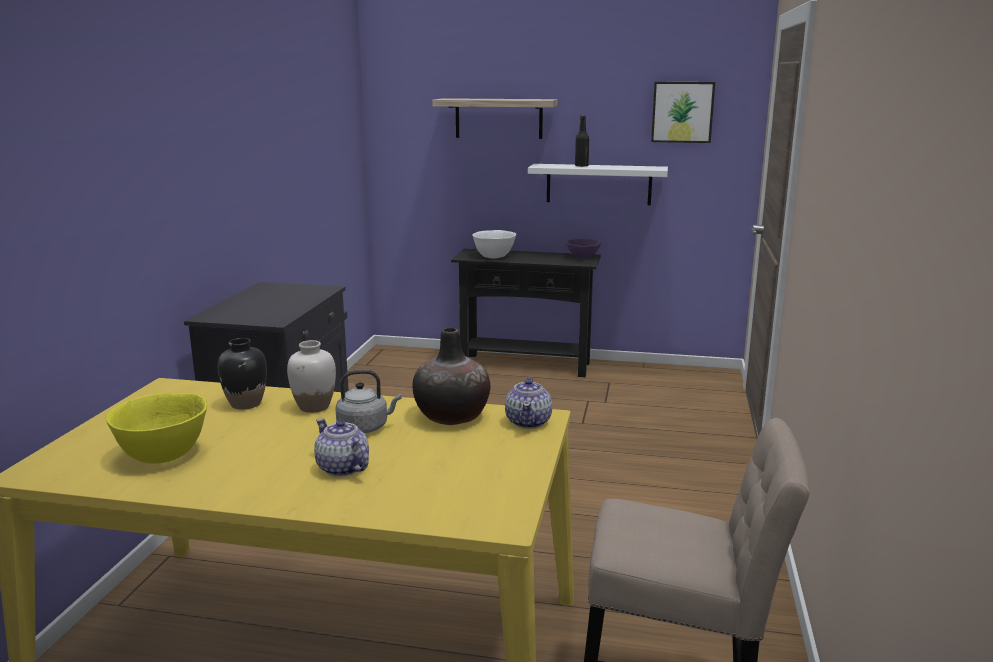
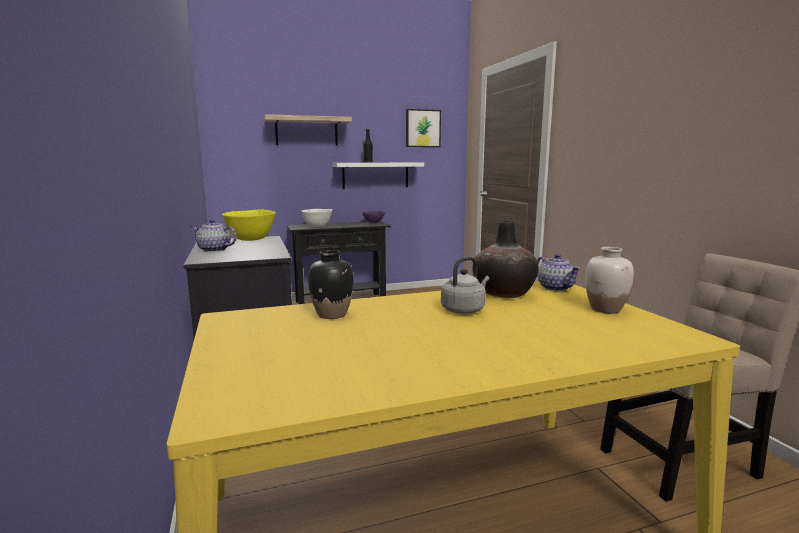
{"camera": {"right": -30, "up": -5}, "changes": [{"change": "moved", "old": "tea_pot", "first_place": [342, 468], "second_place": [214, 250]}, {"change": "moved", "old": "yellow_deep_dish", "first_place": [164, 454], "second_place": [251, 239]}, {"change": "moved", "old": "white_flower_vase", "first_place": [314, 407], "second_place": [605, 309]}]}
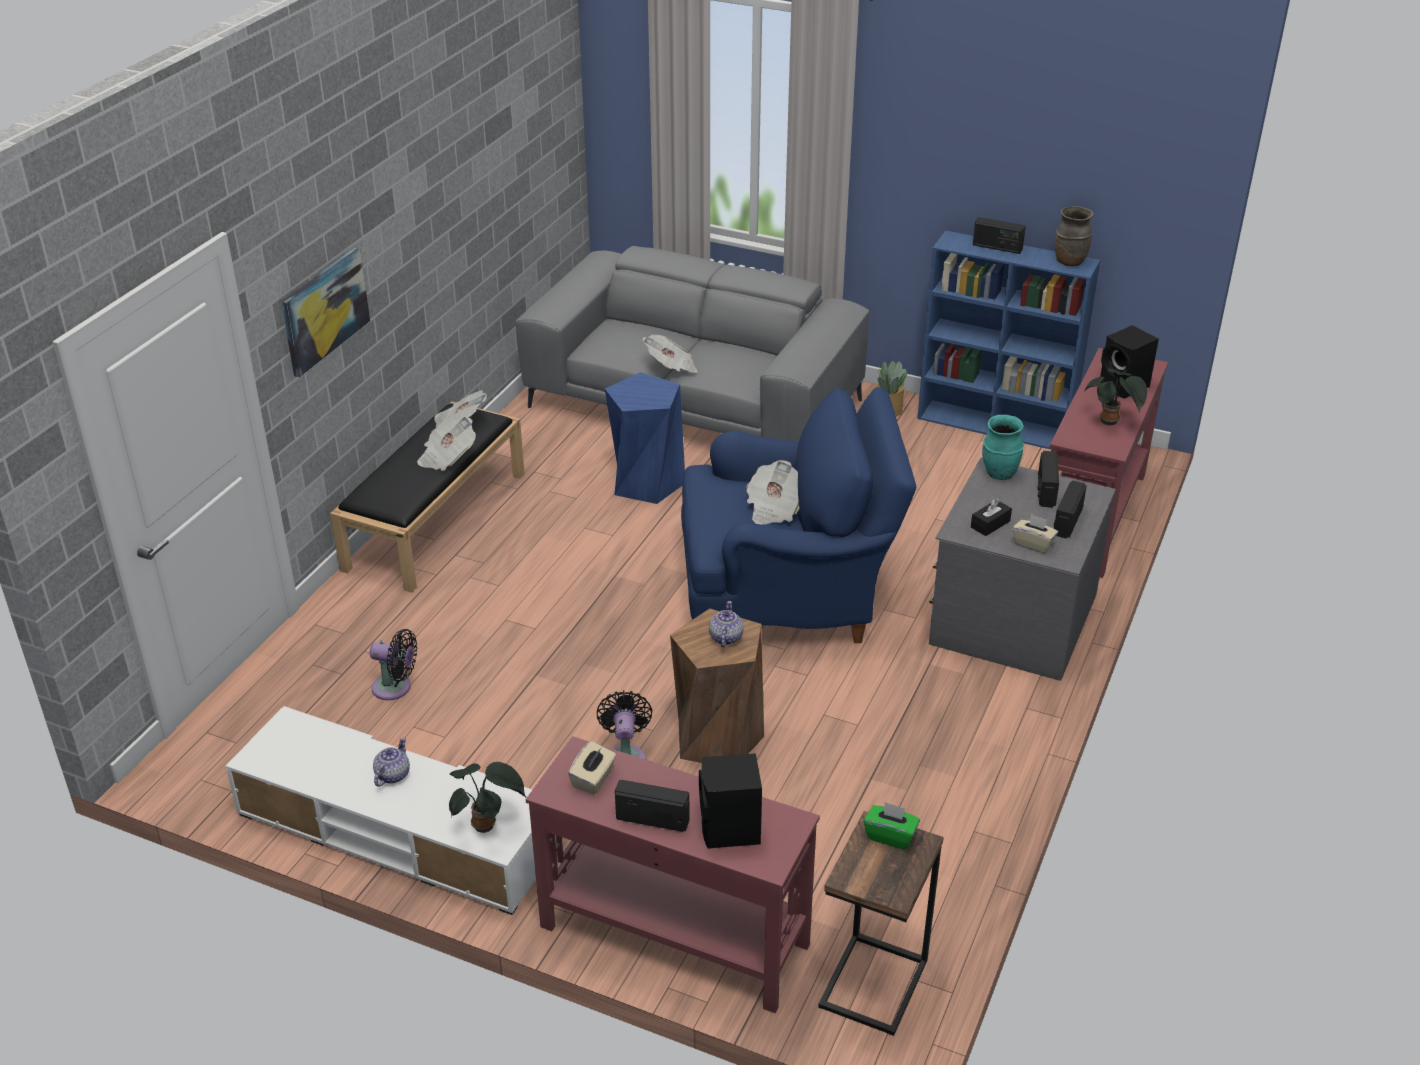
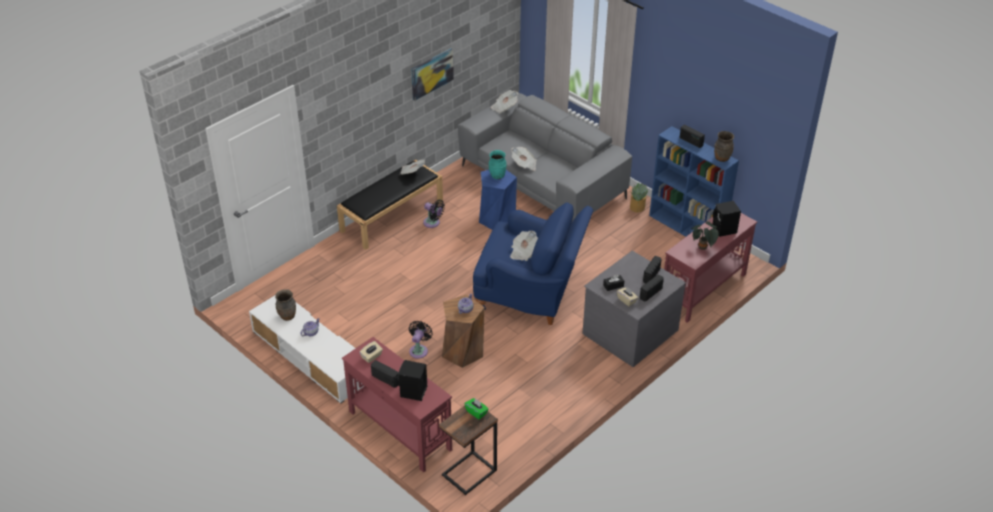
{"camera": {"right": 20, "up": 5}, "changes": [{"change": "added", "new": "brownish_flower_vase", "second_place": [287, 316]}, {"change": "moved", "old": "wall_art", "first_place": [324, 311], "second_place": [431, 73]}, {"change": "moved", "old": "black_electric_fan", "first_place": [395, 688], "second_place": [433, 223]}, {"change": "moved", "old": "turquoise-coloured_flower_vase", "first_place": [999, 473], "second_place": [497, 176]}, {"change": "moved", "old": "daily_paper", "first_place": [447, 457], "second_place": [504, 107]}, {"change": "removed", "old": "plant_in_a_pot", "first_place": [487, 825]}]}
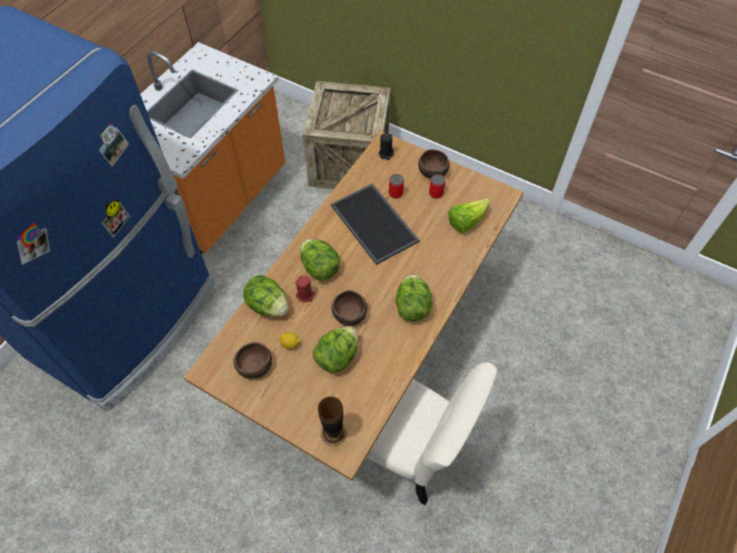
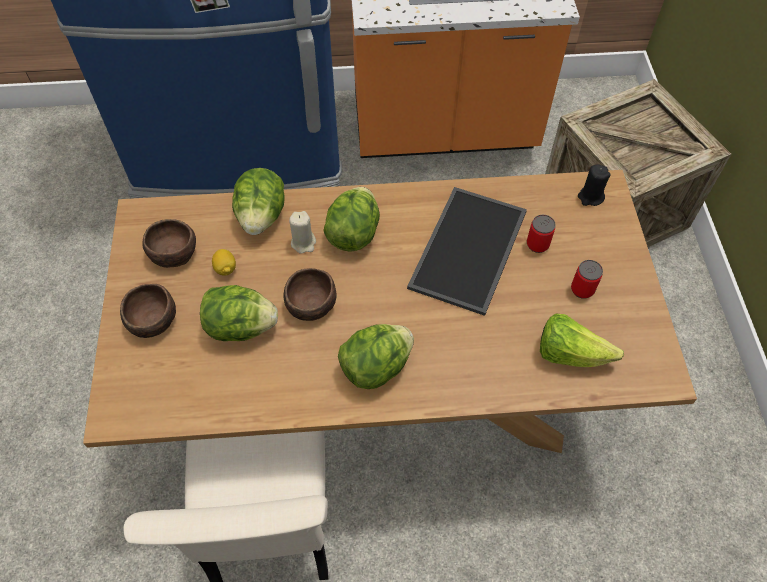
{"camera": {"right": 55, "up": 0}, "changes": [{"change": "moved", "old": "brownish_deep_dish", "first_place": [433, 171], "second_place": [152, 320]}, {"change": "recoloured", "old": "red_wax_candle", "new": "beige_wax_candle", "first_place": [305, 295], "second_place": [303, 243]}, {"change": "removed", "old": "flower_vase", "first_place": [333, 433]}]}
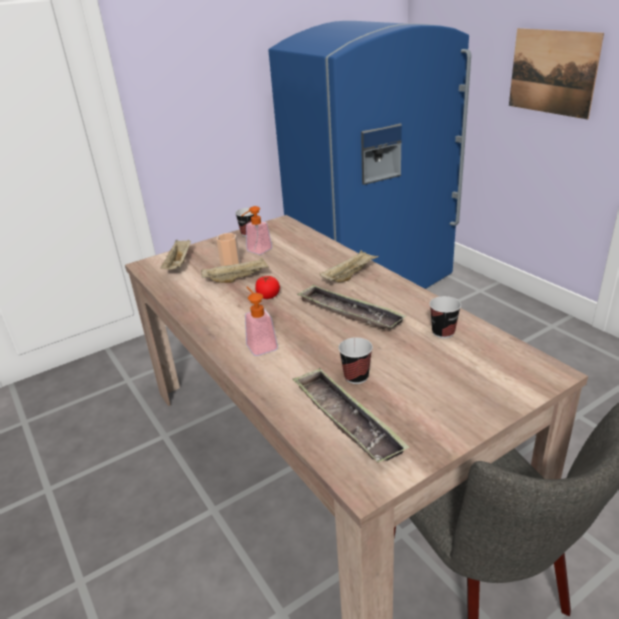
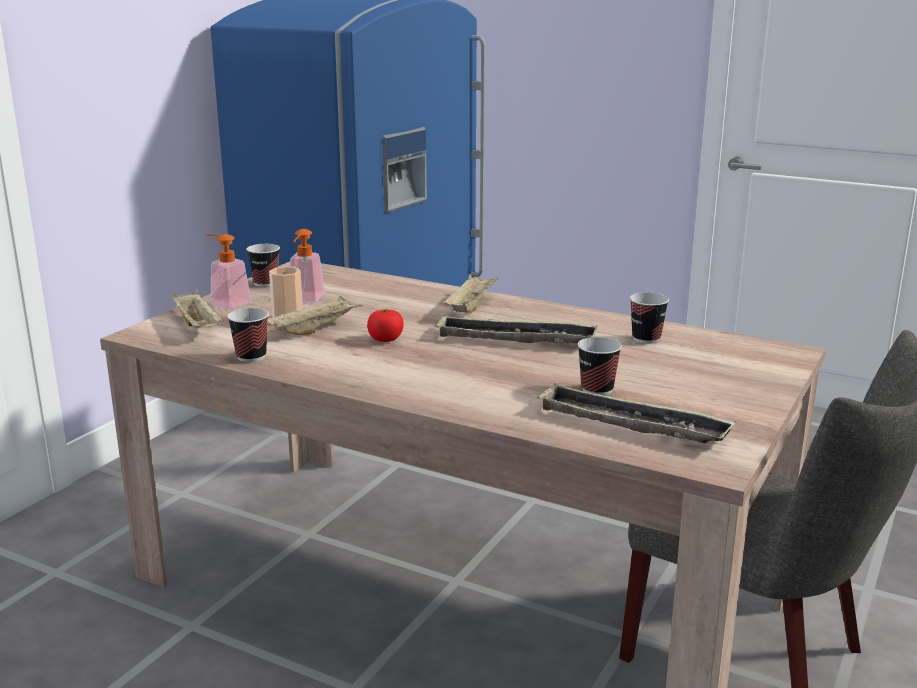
{"camera": {"right": -30, "up": -10}, "changes": [{"change": "moved", "old": "soap_bottle", "first_place": [260, 344], "second_place": [226, 302]}, {"change": "added", "new": "drinking_cup", "second_place": [251, 357]}, {"change": "removed", "old": "wall_art", "first_place": [552, 72]}]}
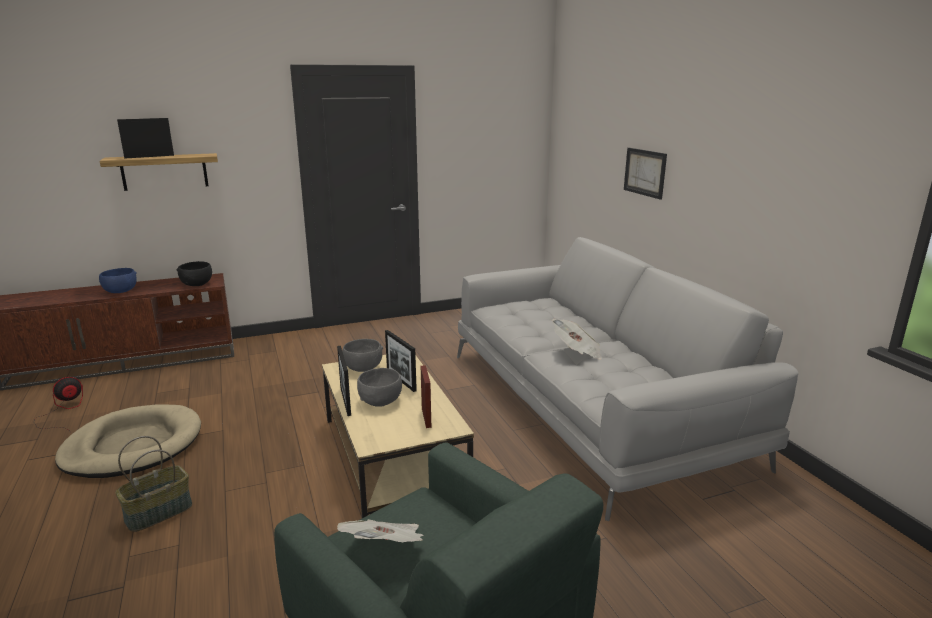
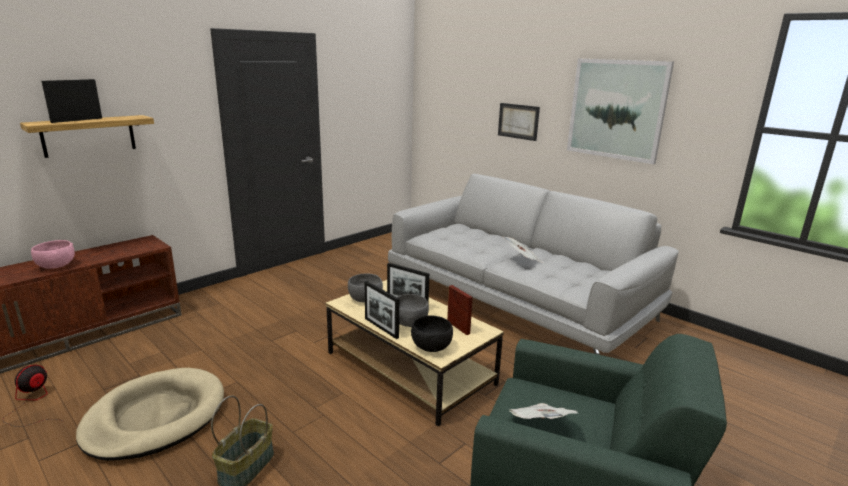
{"camera": {"right": -25, "up": 0}, "changes": [{"change": "recoloured", "old": "blue_deep_dish", "new": "pinkish_deep_dish", "first_place": [120, 291], "second_place": [56, 266]}, {"change": "moved", "old": "black_deep_dish", "first_place": [197, 284], "second_place": [431, 346]}, {"change": "added", "new": "wall_art", "second_place": [616, 109]}]}
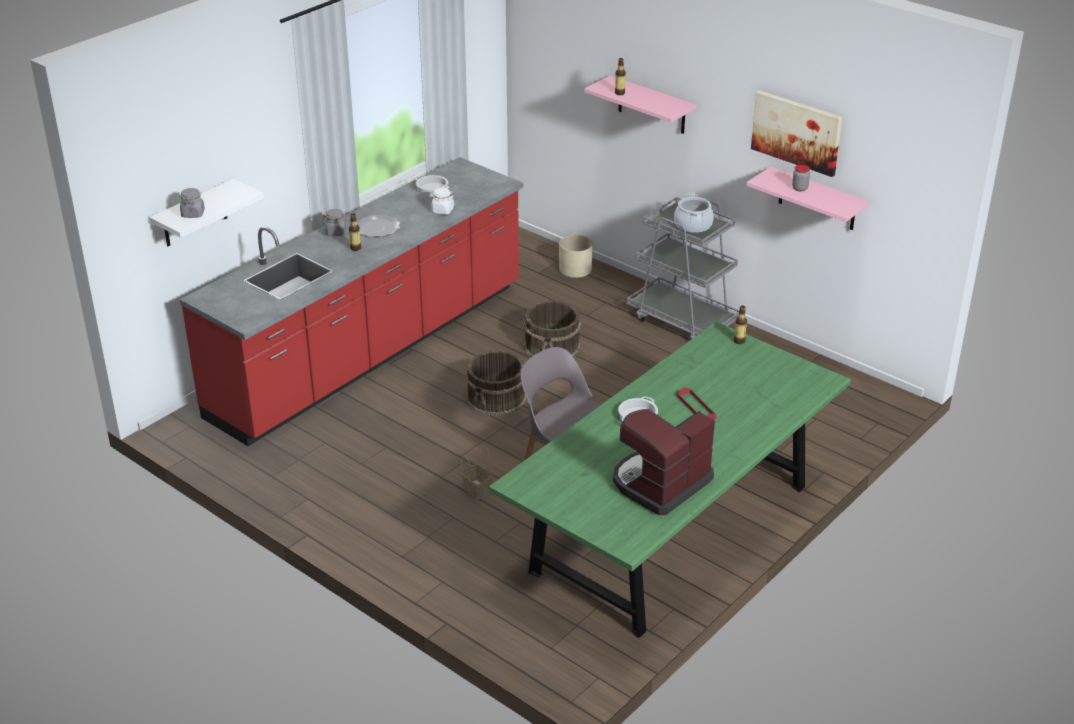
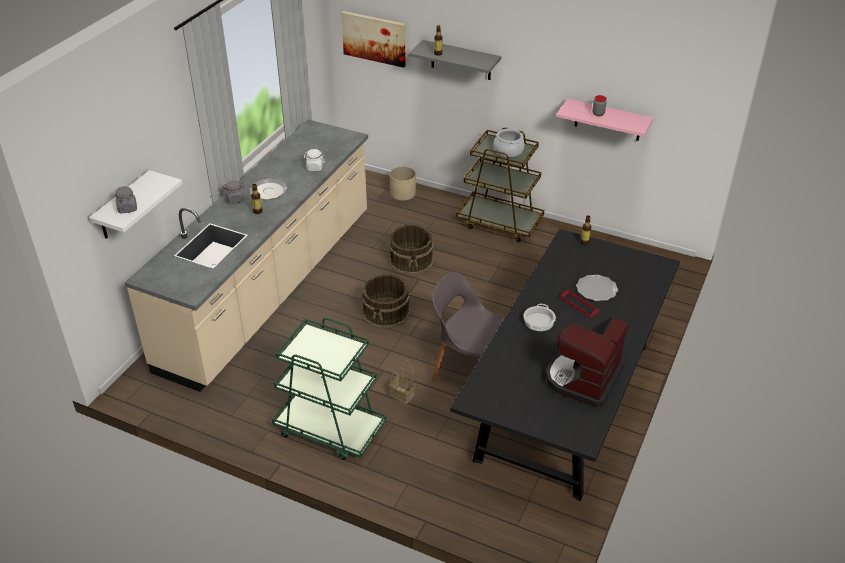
{"camera": {"right": -15, "up": 5}, "changes": [{"change": "recoloured", "old": "red_kitchen_base_unit", "new": "beige_kitchen_base_unit", "first_place": [371, 351], "second_place": [270, 288]}, {"change": "added", "new": "greenish_wheeled_cart", "second_place": [329, 429]}, {"change": "moved", "old": "wall_art", "first_place": [796, 132], "second_place": [374, 38]}, {"change": "recoloured", "old": "pinkish_shelf", "new": "grey_shelf", "first_place": [651, 105], "second_place": [461, 60]}, {"change": "recoloured", "old": "greenish_dinner_table", "new": "black_dinner_table", "first_place": [672, 528], "second_place": [565, 399]}, {"change": "recoloured", "old": "grey_wheeled_cart", "new": "brownish_wheeled_cart", "first_place": [682, 320], "second_place": [500, 223]}, {"change": "added", "new": "plate", "second_place": [597, 290]}, {"change": "removed", "old": "stockpot", "first_place": [432, 188]}]}
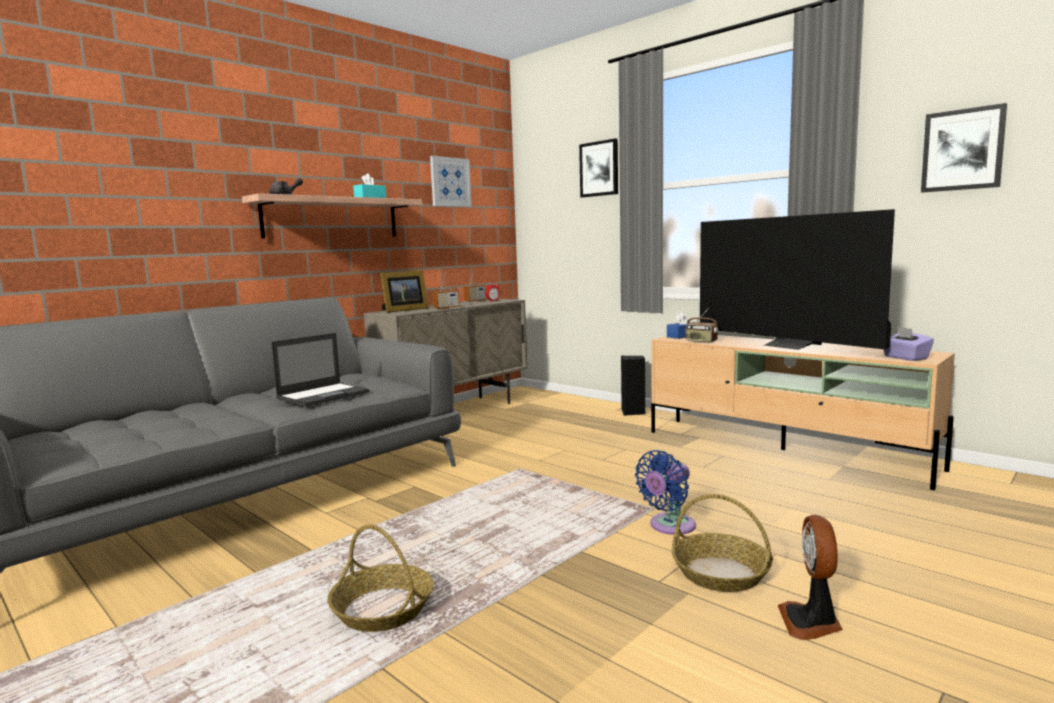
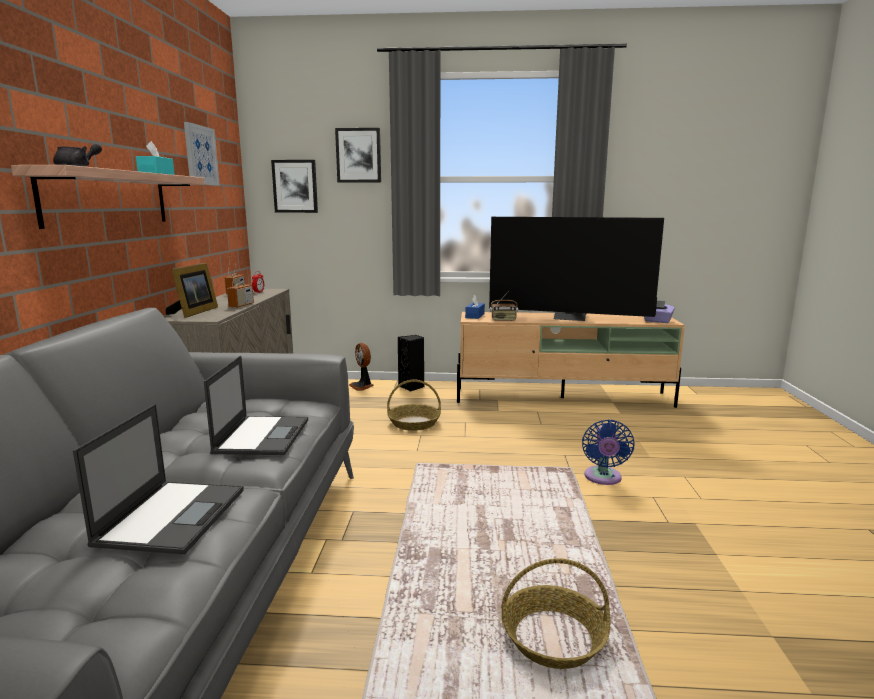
{"camera": {"right": -40, "up": 5}, "changes": [{"change": "added", "new": "portable_computer", "second_place": [173, 515]}, {"change": "moved", "old": "wall_art", "first_place": [962, 150], "second_place": [295, 186]}, {"change": "moved", "old": "electric_fan", "first_place": [811, 622], "second_place": [362, 386]}, {"change": "moved", "old": "household_basket", "first_place": [721, 573], "second_place": [414, 423]}]}
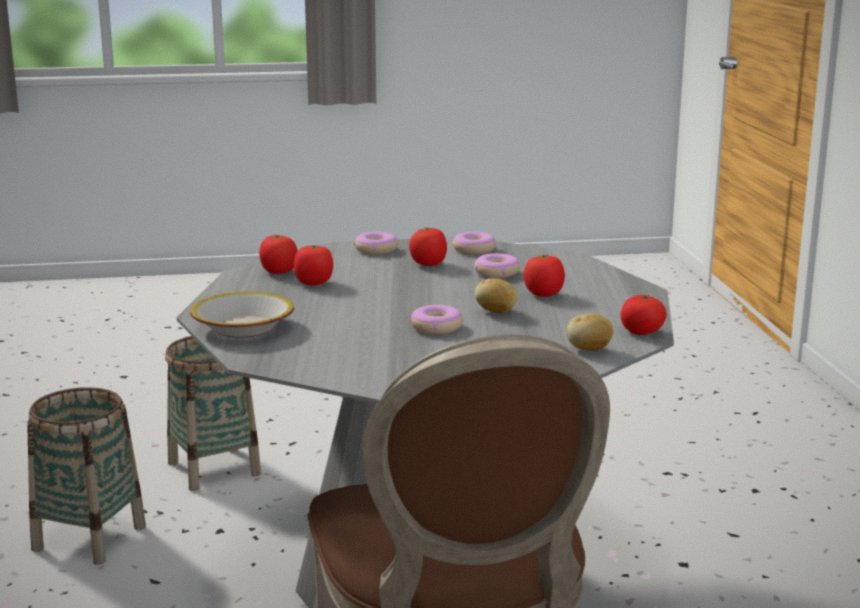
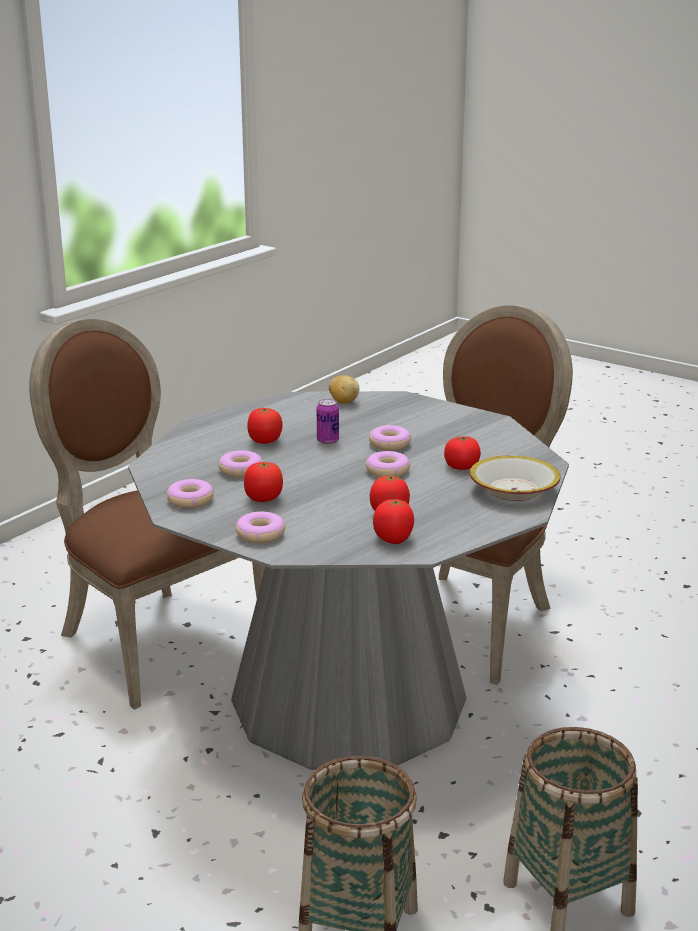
{"camera": {"right": -135, "up": 5}, "changes": [{"change": "added", "new": "brownish_chair", "second_place": [155, 638]}, {"change": "replaced", "old": "spud", "new": "metal_can", "first_place": [496, 312], "second_place": [327, 441]}, {"change": "added", "new": "donut", "second_place": [387, 471]}, {"change": "moved", "old": "whole_tomato", "first_place": [642, 332], "second_place": [462, 467]}]}
